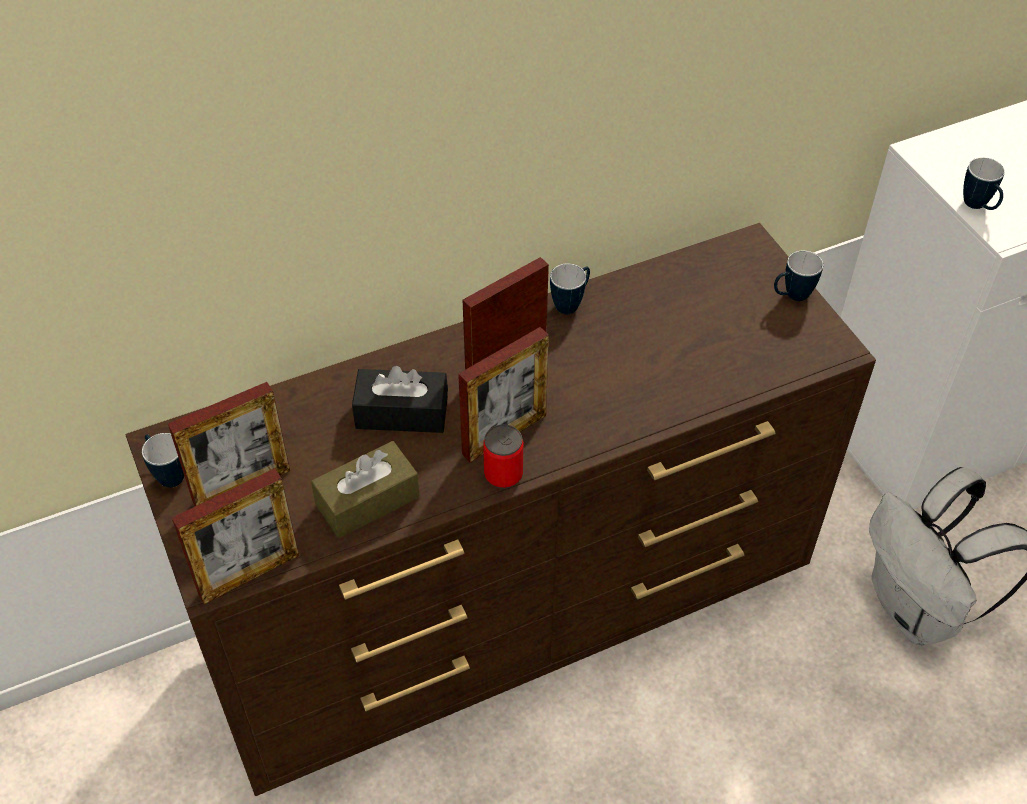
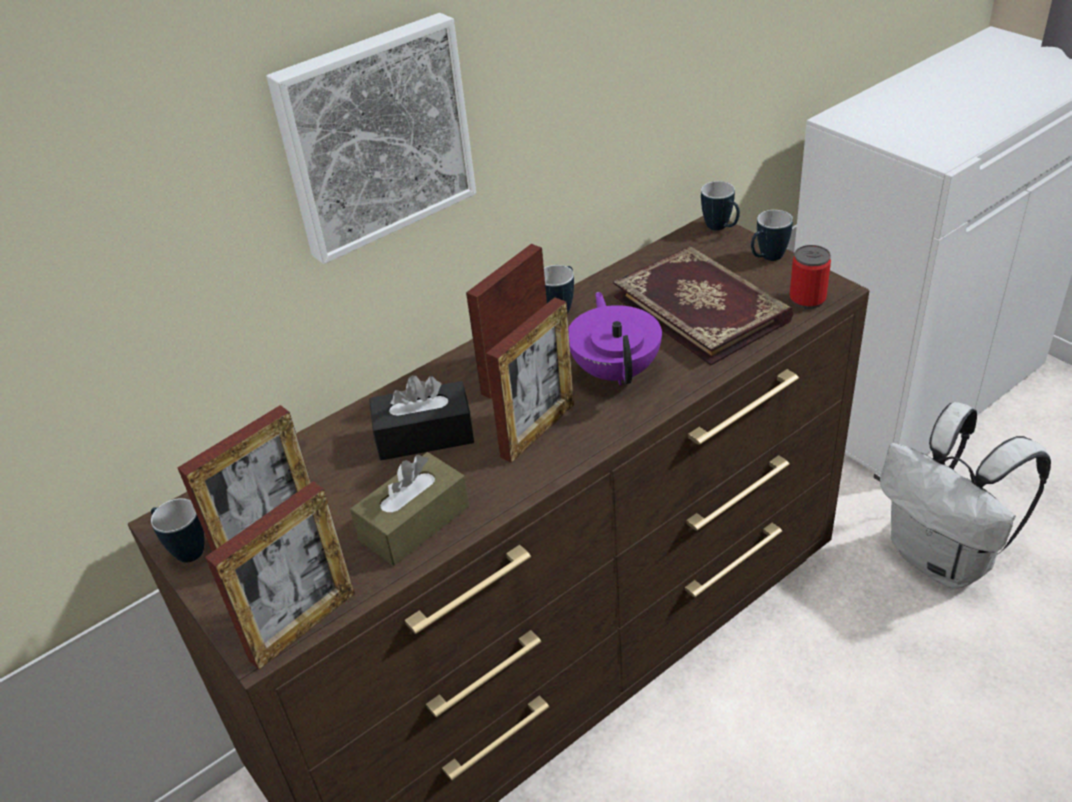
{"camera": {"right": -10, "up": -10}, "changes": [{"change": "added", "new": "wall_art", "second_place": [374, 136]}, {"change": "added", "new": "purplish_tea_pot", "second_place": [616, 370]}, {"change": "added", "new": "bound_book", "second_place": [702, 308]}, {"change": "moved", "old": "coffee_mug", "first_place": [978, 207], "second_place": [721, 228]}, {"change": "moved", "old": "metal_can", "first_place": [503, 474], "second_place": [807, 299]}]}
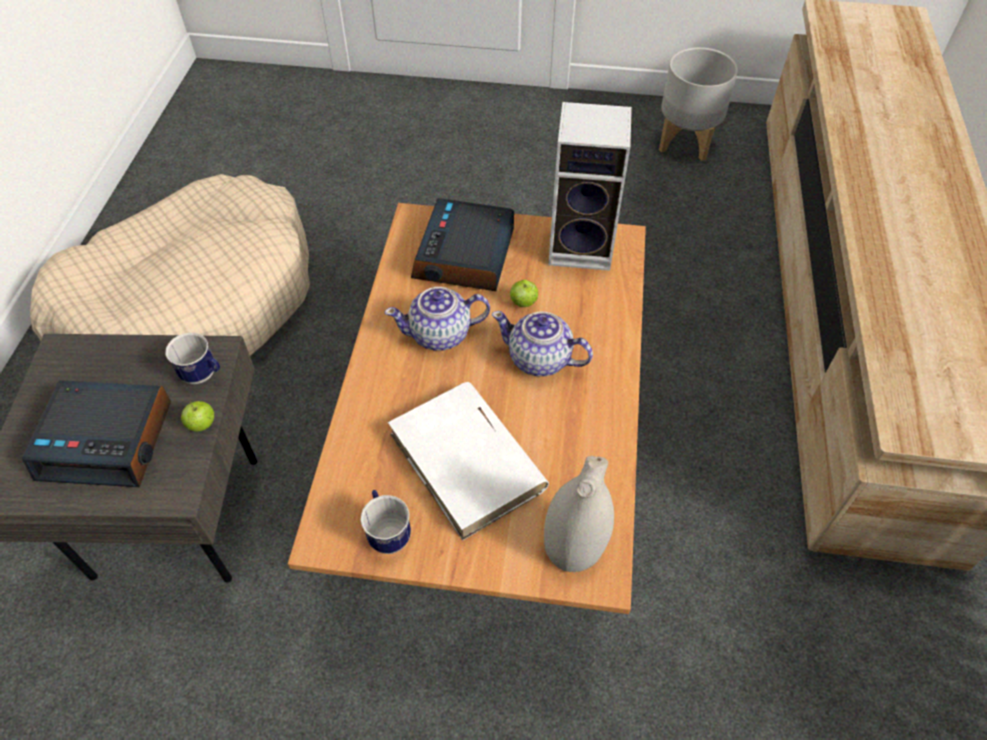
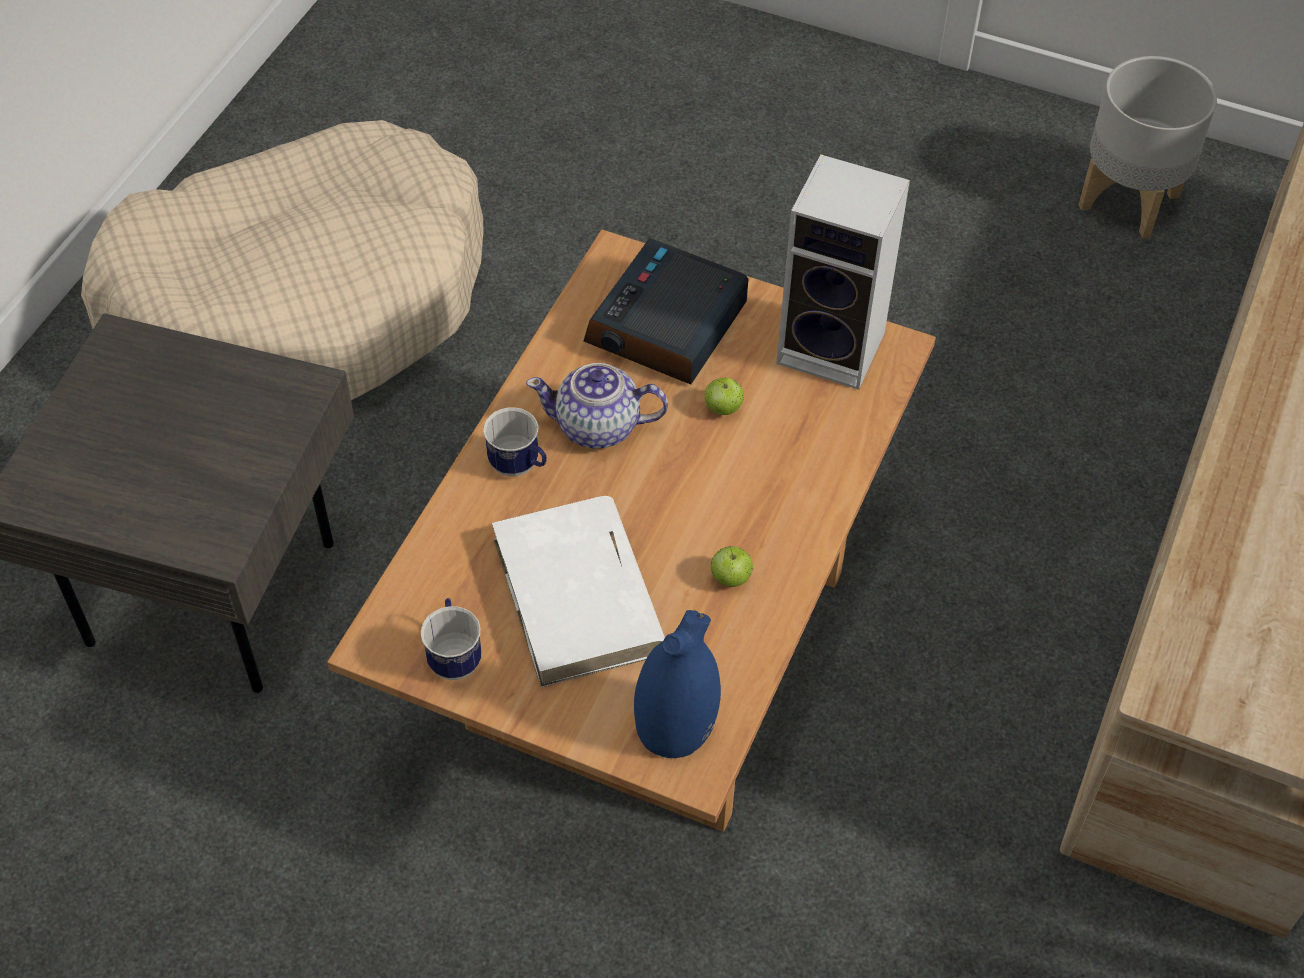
{"camera": {"right": 15, "up": 0}, "changes": [{"change": "moved", "old": "coffee_mug", "first_place": [204, 375], "second_place": [519, 467]}, {"change": "recoloured", "old": "white_flower_vase", "new": "blue_flower_vase", "first_place": [575, 545], "second_place": [676, 727]}, {"change": "moved", "old": "apple_fruit", "first_place": [202, 425], "second_place": [730, 578]}, {"change": "removed", "old": "alarm_clock", "first_place": [108, 440]}, {"change": "removed", "old": "tea_pot", "first_place": [540, 360]}]}
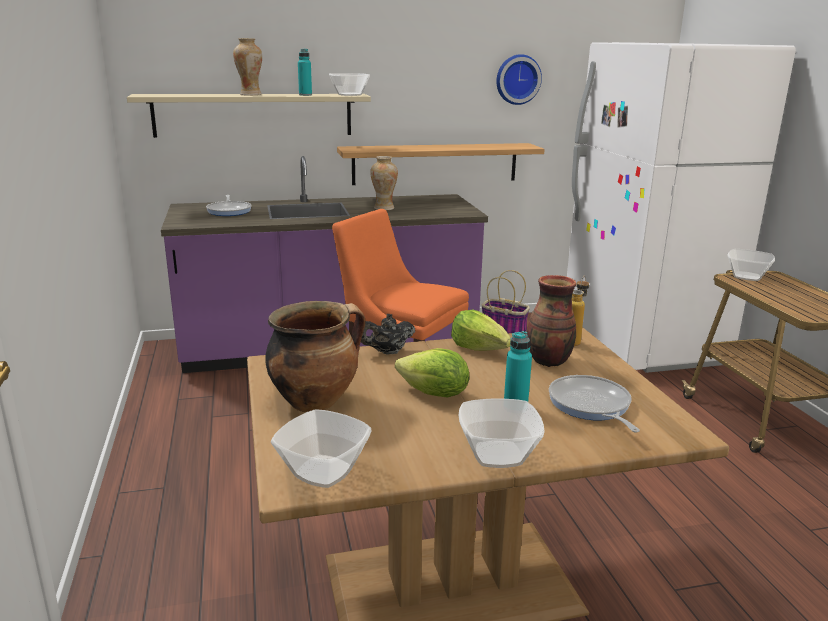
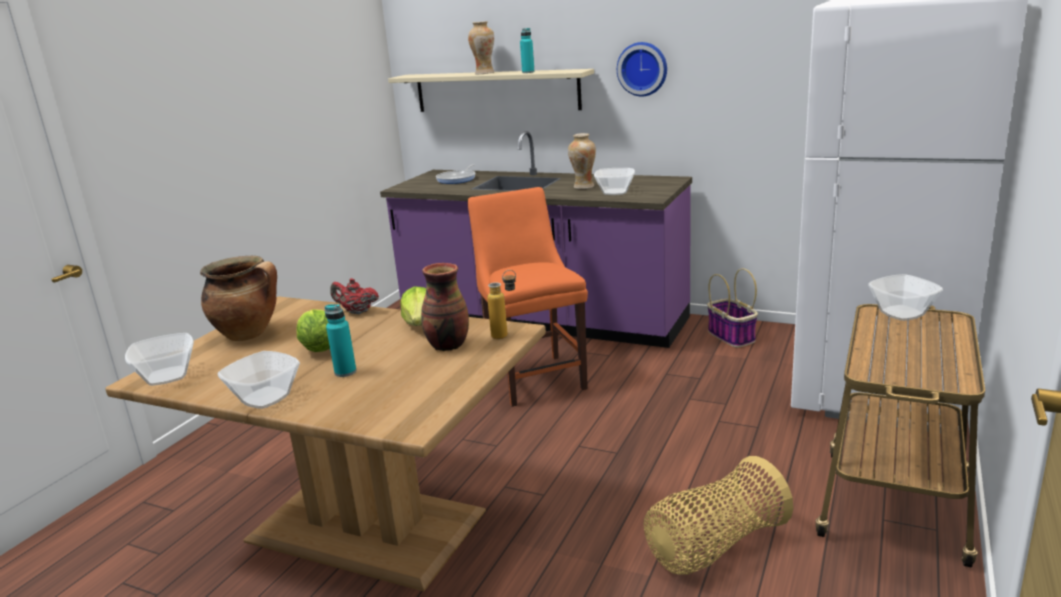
{"camera": {"right": 40, "up": 0}, "changes": [{"change": "recoloured", "old": "black_tea_pot", "new": "red_tea_pot", "first_place": [387, 352], "second_place": [356, 312]}, {"change": "moved", "old": "deep_dish", "first_place": [349, 94], "second_place": [614, 192]}, {"change": "moved", "old": "clock_on_the_wall", "first_place": [517, 79], "second_place": [643, 69]}, {"change": "added", "new": "household_basket", "second_place": [714, 546]}, {"change": "removed", "old": "shelf", "first_place": [435, 163]}, {"change": "removed", "old": "skillet", "first_place": [590, 405]}]}
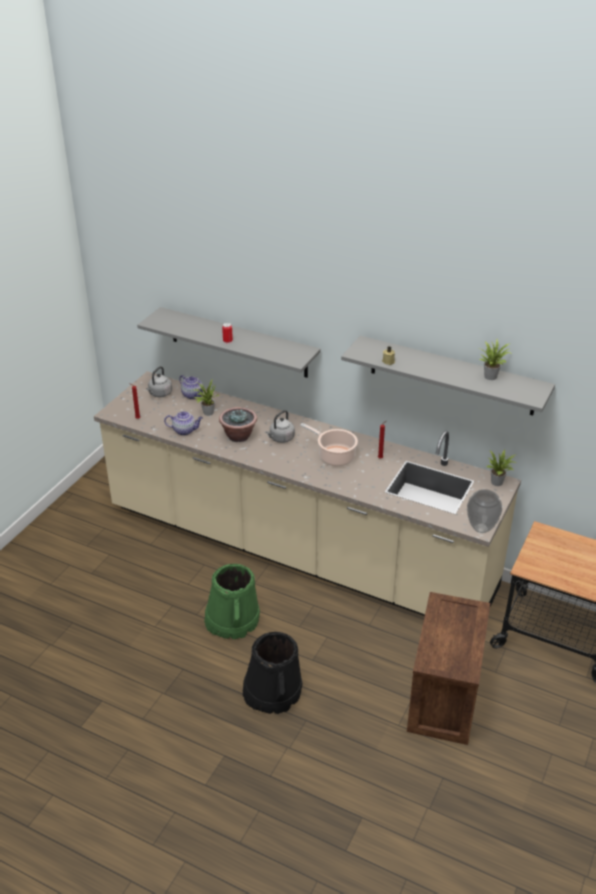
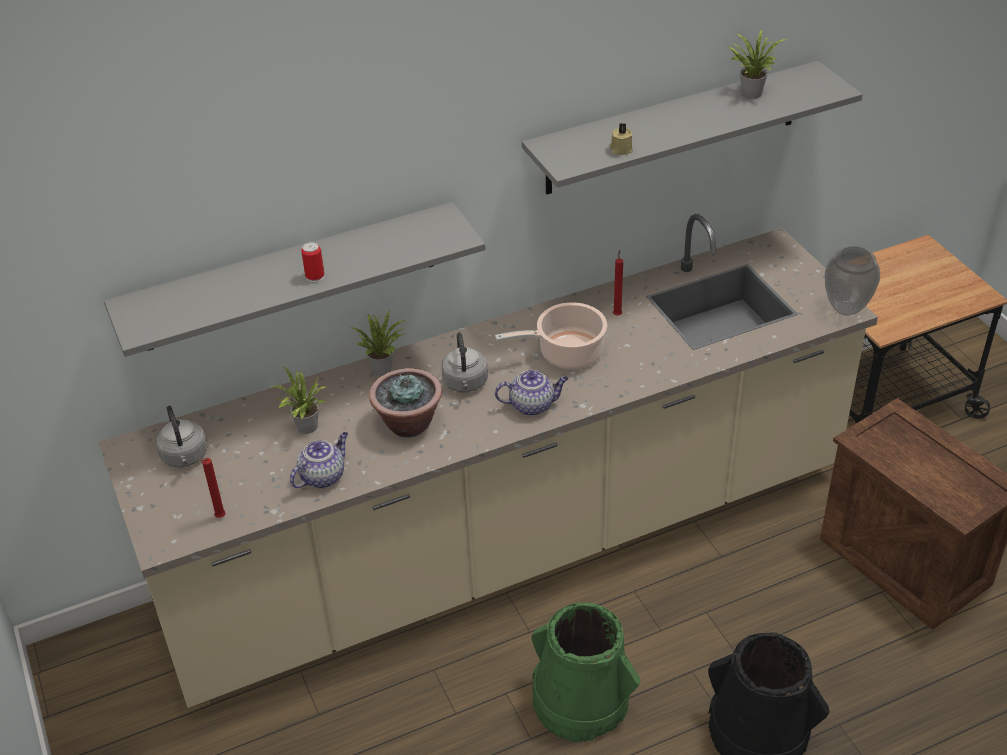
{"camera": {"right": -50, "up": 5}, "changes": [{"change": "moved", "old": "plant_in_a_pot", "first_place": [498, 482], "second_place": [383, 367]}, {"change": "moved", "old": "tea_pot", "first_place": [193, 395], "second_place": [532, 405]}]}
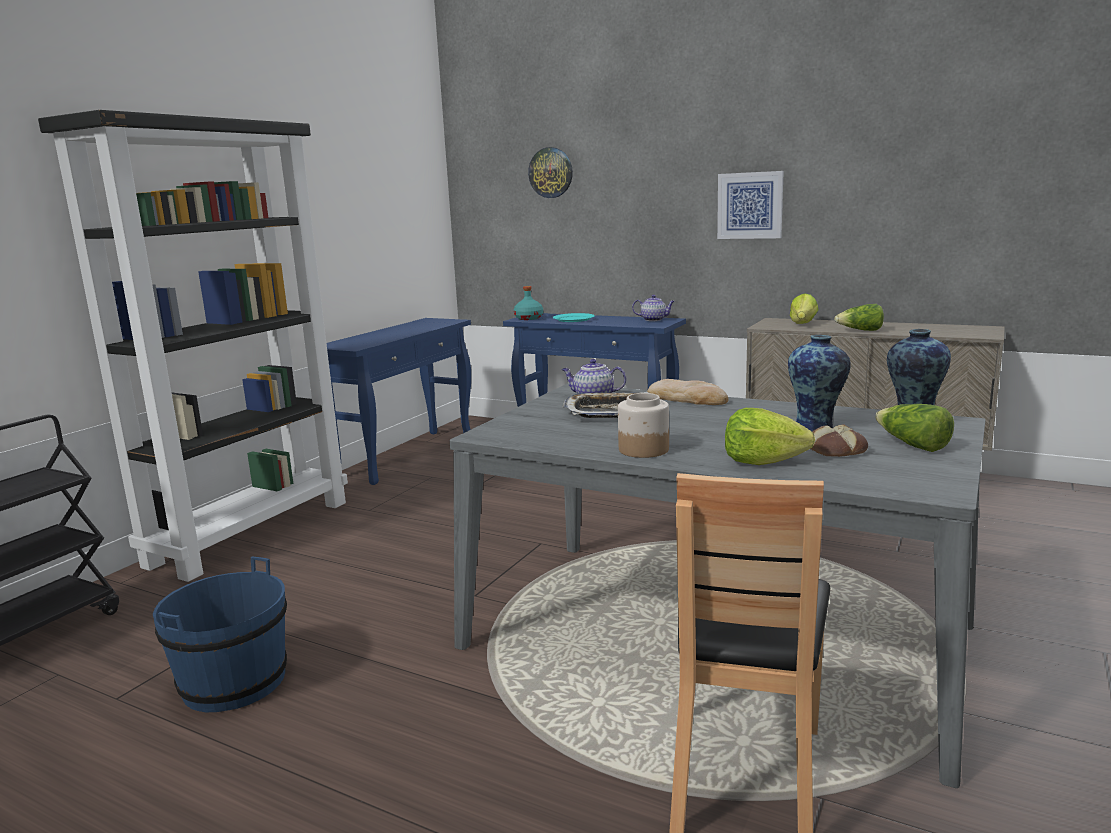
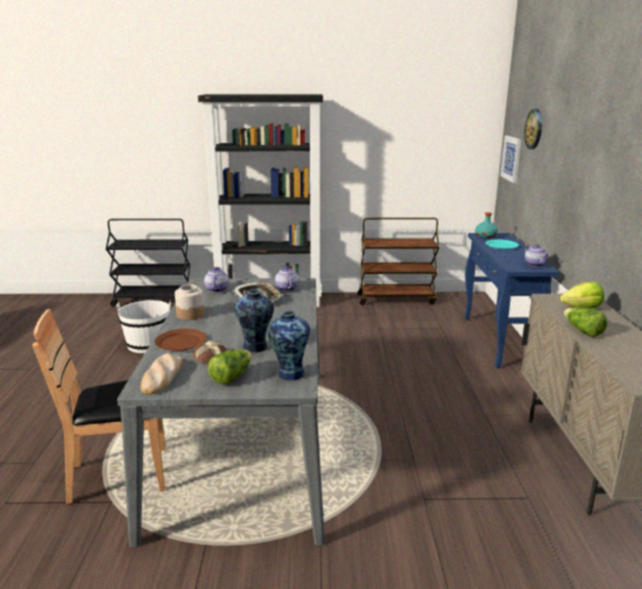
{"camera": {"right": 60, "up": 5}, "changes": [{"change": "recoloured", "old": "blue_water_bucket", "new": "white_water_bucket", "first_place": [234, 682], "second_place": [148, 344]}, {"change": "moved", "old": "bread", "first_place": [687, 399], "second_place": [162, 377]}, {"change": "replaced", "old": "lettuce_head", "new": "brownish_plate", "first_place": [762, 461], "second_place": [181, 342]}, {"change": "added", "new": "tea_pot", "second_place": [216, 289]}, {"change": "replaced", "old": "blue_hall_table", "new": "brownish_wheeled_cart", "first_place": [407, 456], "second_place": [396, 299]}, {"change": "moved", "old": "wall_art", "first_place": [750, 205], "second_place": [511, 158]}]}
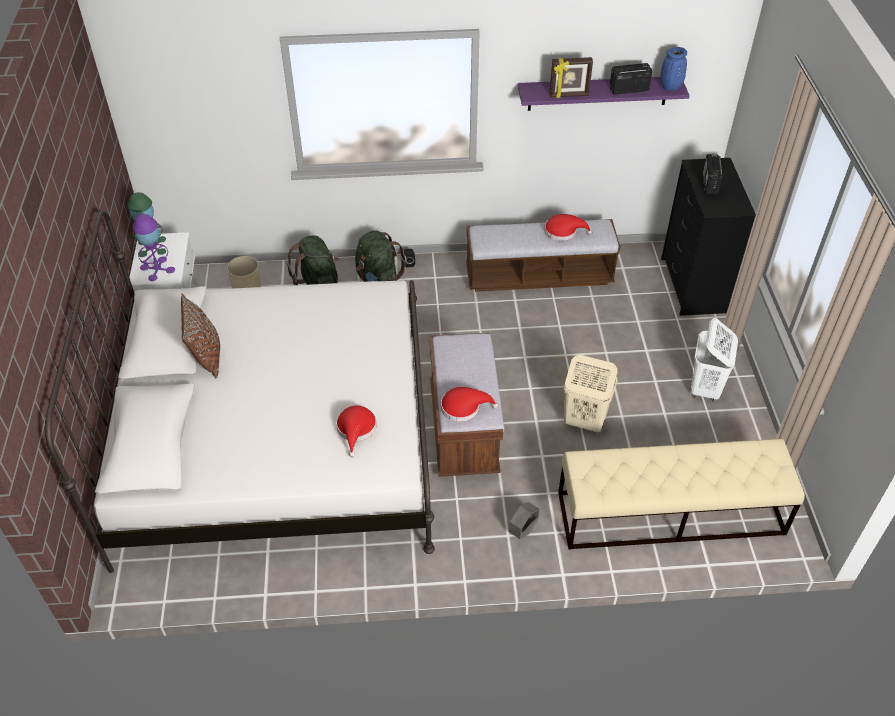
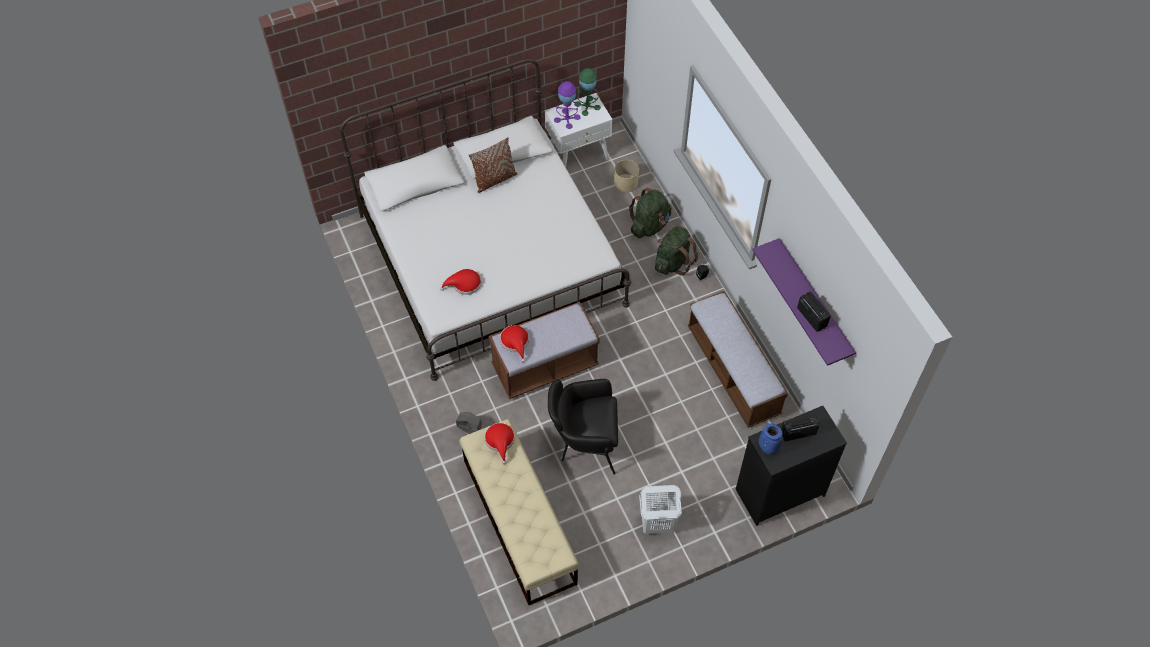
{"camera": {"right": 70, "up": 10}, "changes": [{"change": "moved", "old": "red_hat", "first_place": [563, 231], "second_place": [500, 441]}, {"change": "replaced", "old": "beige_washing_basket", "new": "black_armchair", "first_place": [583, 421], "second_place": [585, 443]}, {"change": "moved", "old": "blue_flower_vase", "first_place": [670, 88], "second_place": [767, 448]}, {"change": "removed", "old": "photo_frame", "first_place": [569, 95]}]}
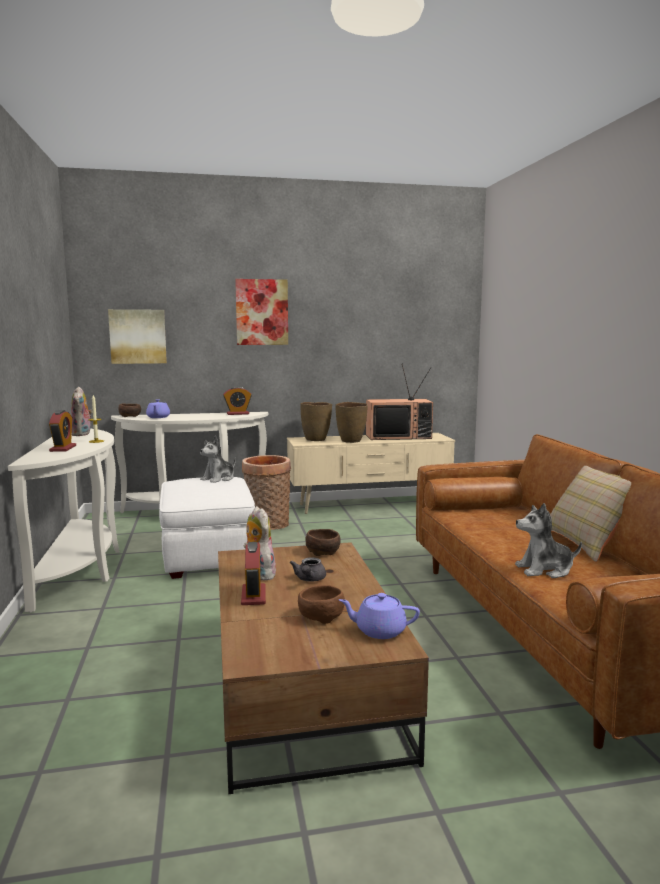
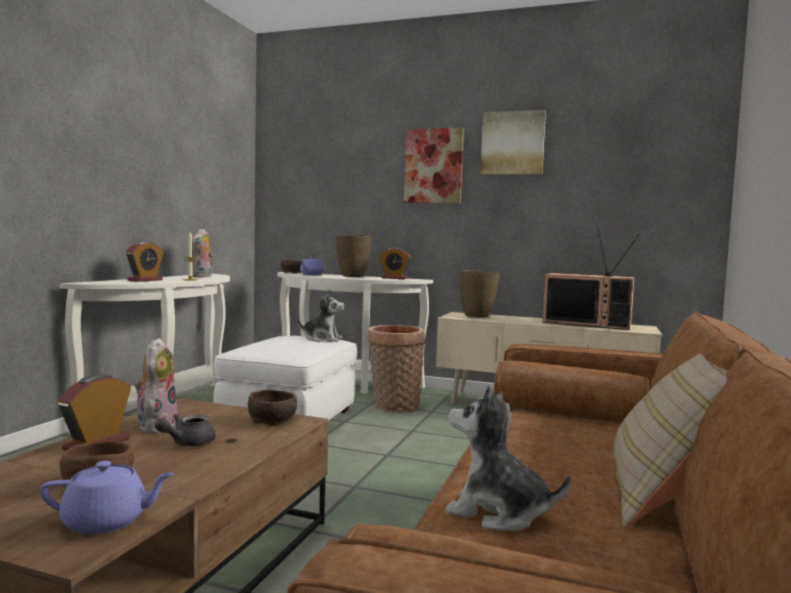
{"camera": {"right": 30, "up": -5}, "changes": [{"change": "turned", "old": "purplish_tea_pot", "first_place": [379, 630], "second_place": [107, 521], "degrees": 135}, {"change": "turned", "old": "plush_toy", "first_place": [219, 479], "second_place": [322, 339], "degrees": -150}, {"change": "moved", "old": "brownish_flower_vase", "first_place": [351, 441], "second_place": [353, 276]}, {"change": "moved", "old": "wall_art", "first_place": [138, 336], "second_place": [512, 143]}]}
